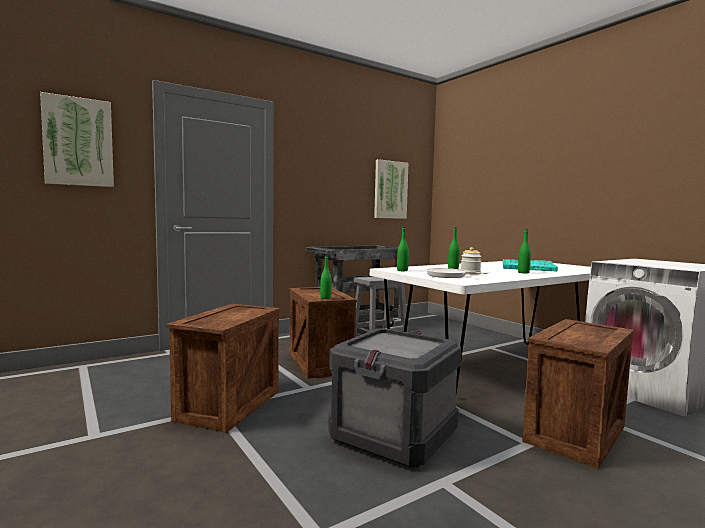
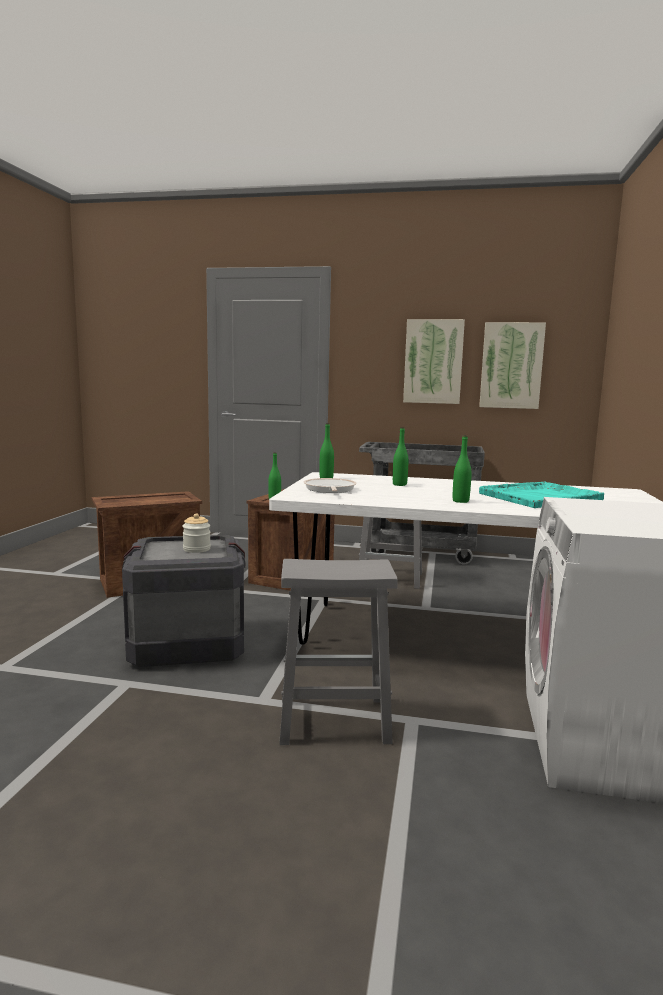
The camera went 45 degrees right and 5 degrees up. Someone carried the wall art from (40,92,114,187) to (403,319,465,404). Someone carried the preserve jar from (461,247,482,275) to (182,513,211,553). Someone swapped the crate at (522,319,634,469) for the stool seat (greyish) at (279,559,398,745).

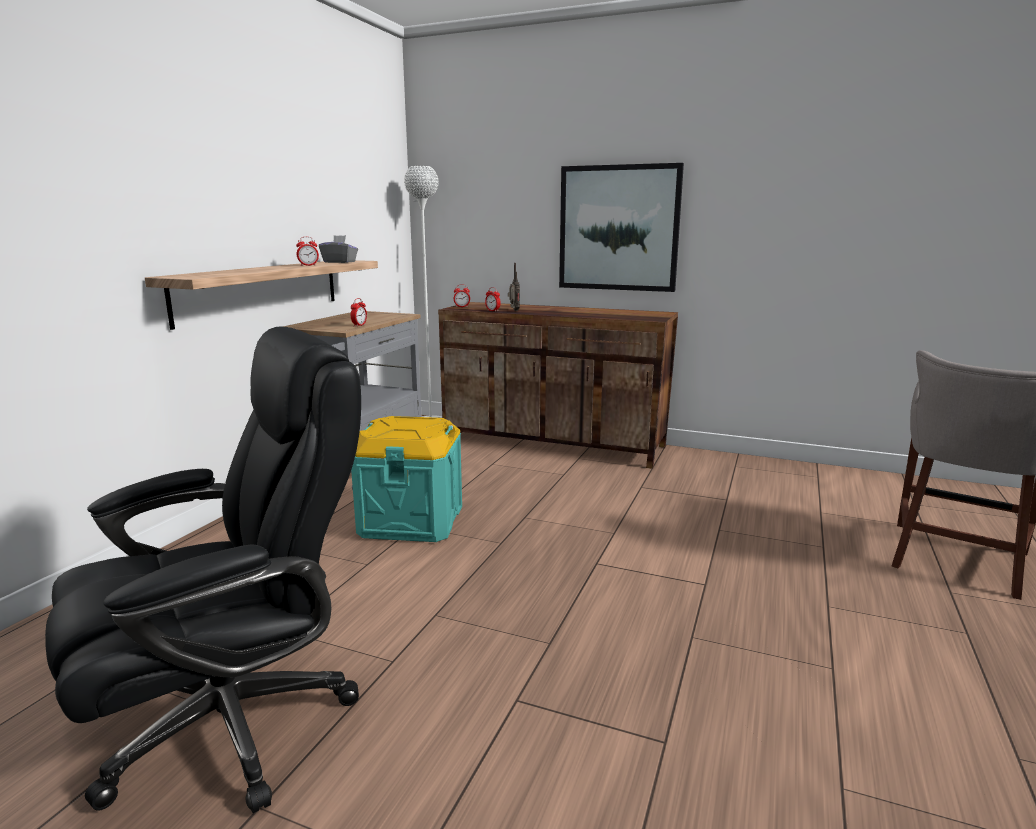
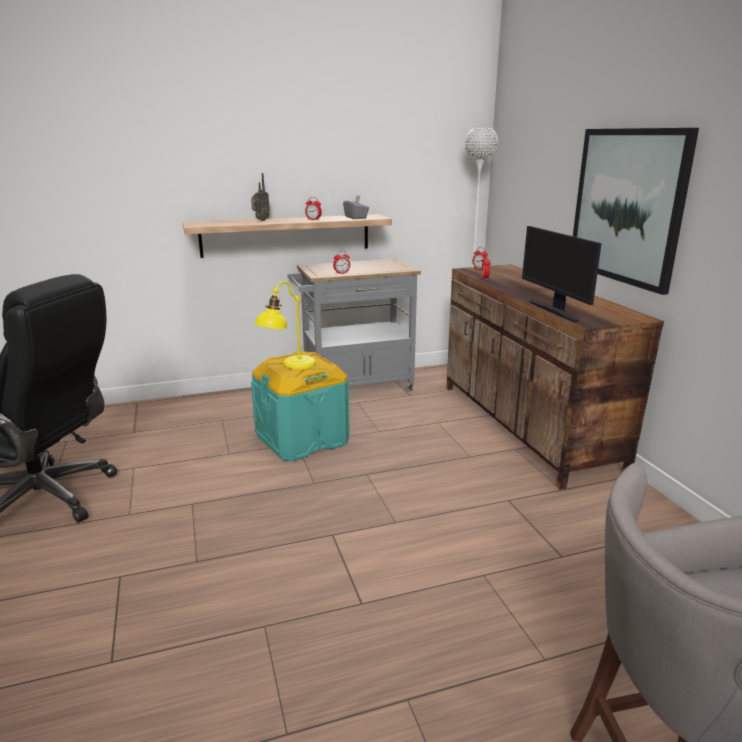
The camera went 50 degrees right and 5 degrees up. Someone put down the tabletop lamp (yellow-coloured) at (254,281,316,369). Someone put down the monitor at (522,226,602,322). Someone carried the radio from (508,263,520,311) to (251,173,270,221).

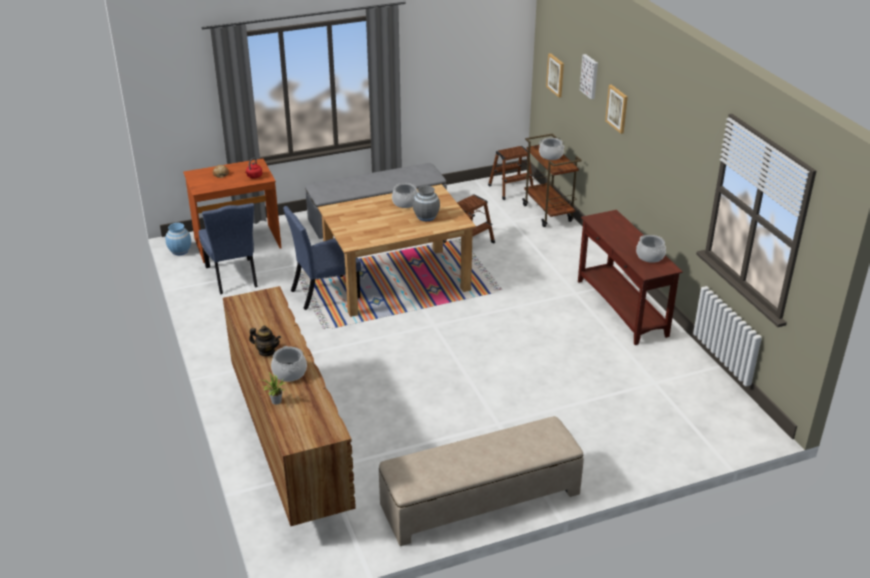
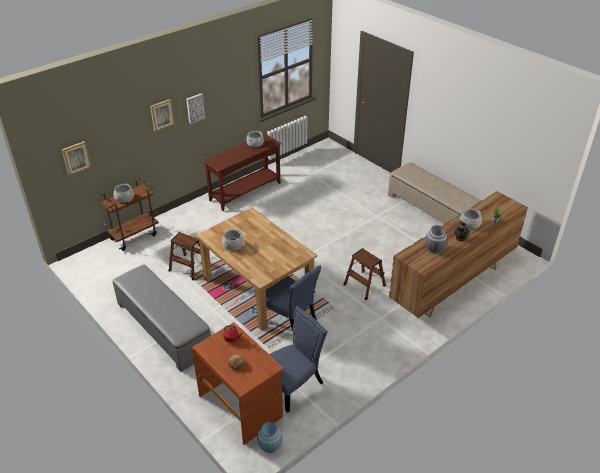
The camera went 110 degrees left and 5 degrees up. Someone carried the vase (greyish) from (413,186,440,221) to (425,225,448,254). Someone carried the step stool (brown) from (488,145,533,200) to (343,248,386,300). Someone carried the wall art from (580,54,598,100) to (186,93,205,124).

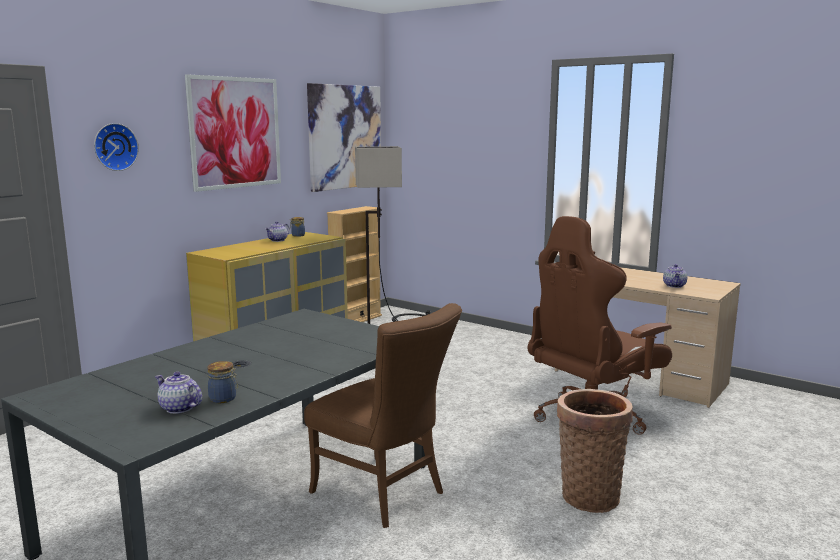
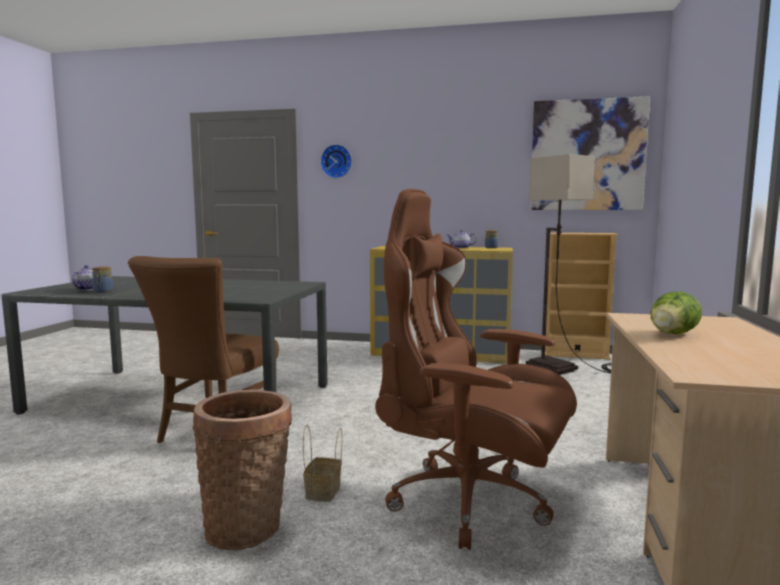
The camera went 65 degrees right and 5 degrees down. Someone took away the wall art at (185,74,281,192). Someone took away the tea pot at (663,264,687,288). Someone put down the storage basket at (303,425,342,502). Someone put down the lettuce head at (651,292,702,334).

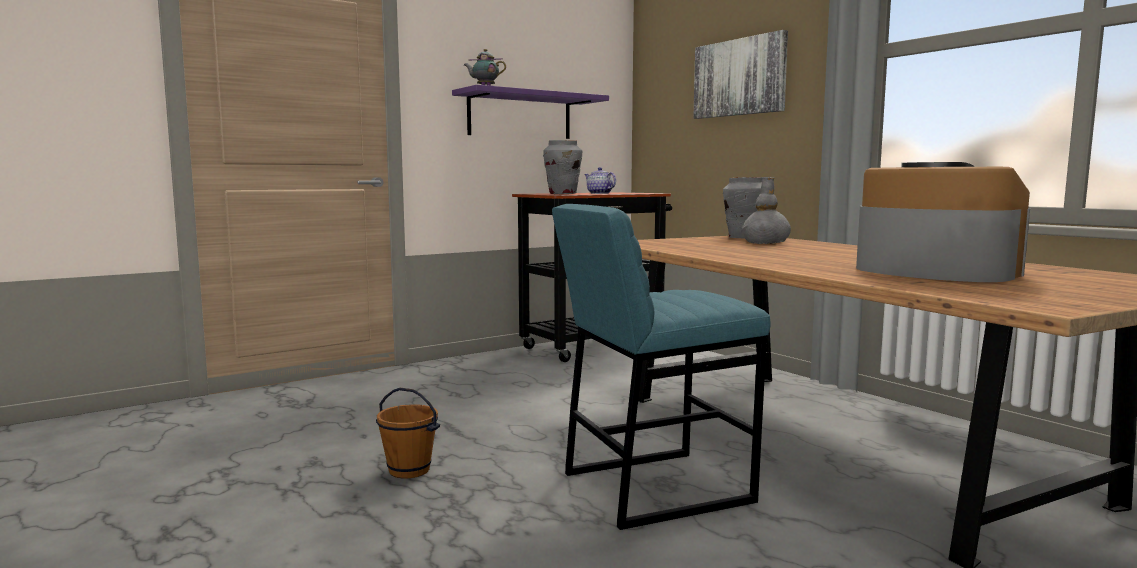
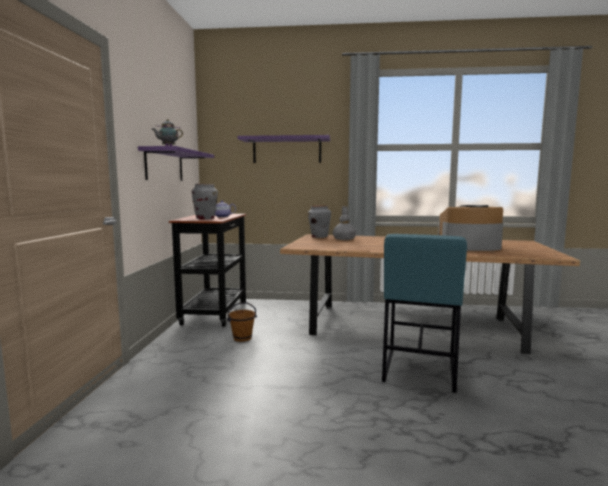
The camera went 50 degrees left and 0 degrees up. Someone carried the bucket (brown) from (376,388,440,479) to (227,302,257,342). Someone swapped the wall art at (693,30,788,119) for the shelf (purple) at (238,135,330,163).

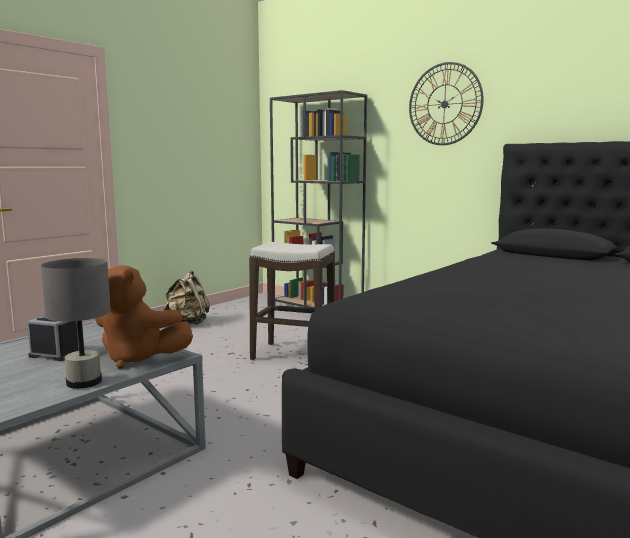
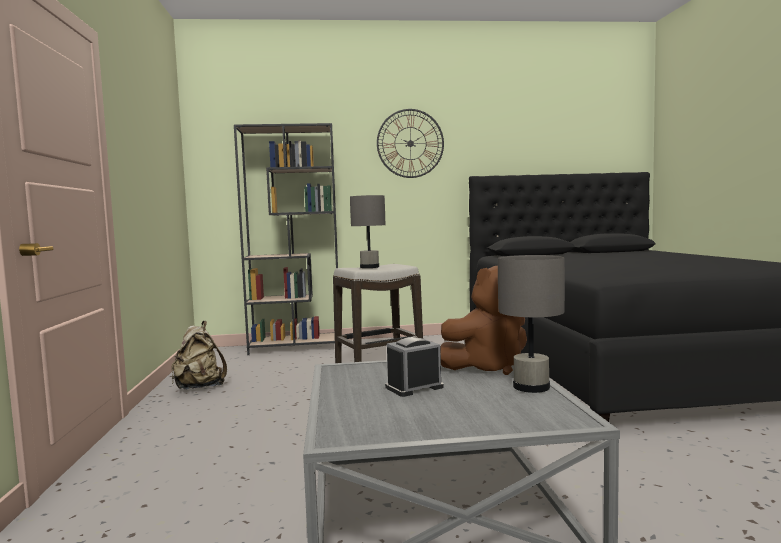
The camera went 45 degrees left and 5 degrees down. Someone put down the tabletop lamp (greyish) at (350,195,385,268).

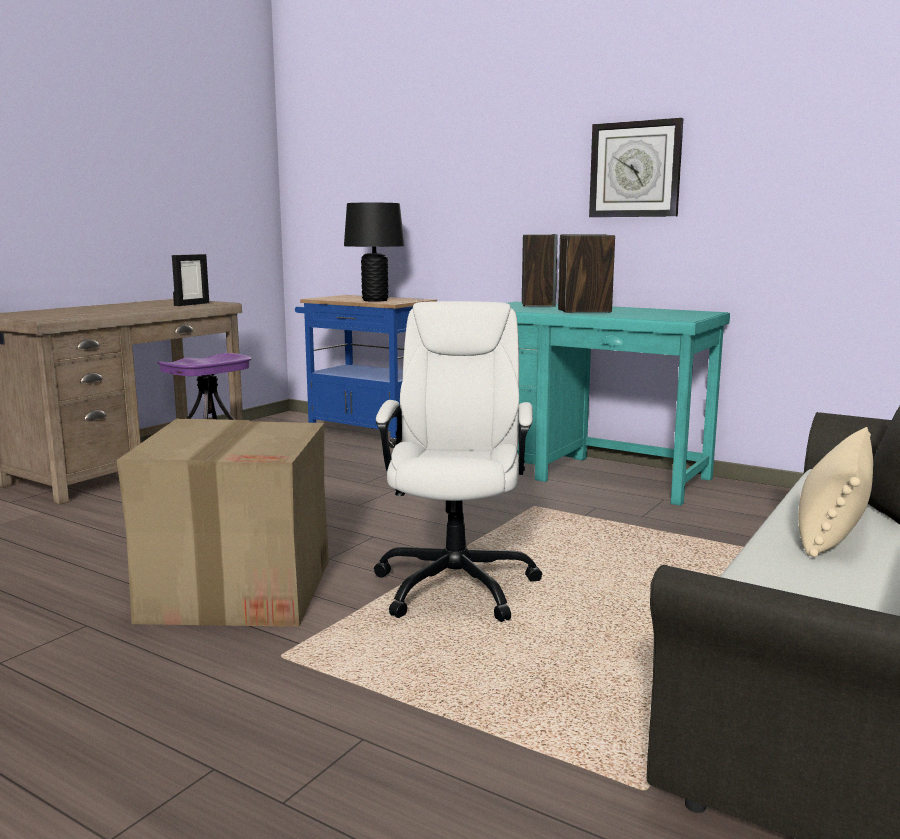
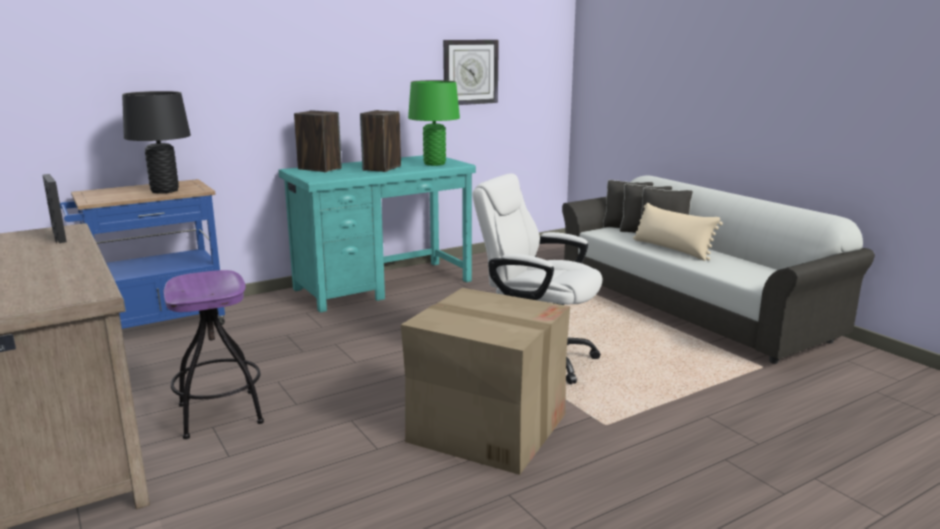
The camera went 65 degrees left and 5 degrees up. Someone put down the tabletop lamp (green-coloured) at (408,80,460,166). Someone carried the clock on the wall from (589,118,683,217) to (443,40,499,105).

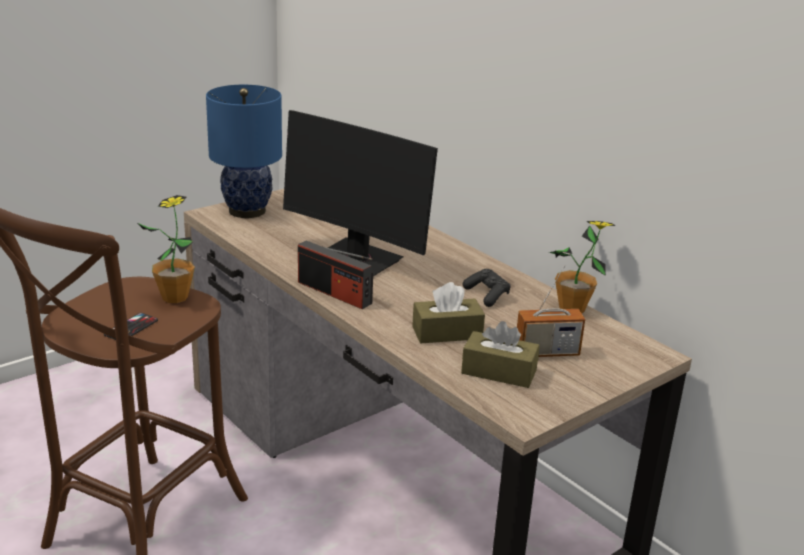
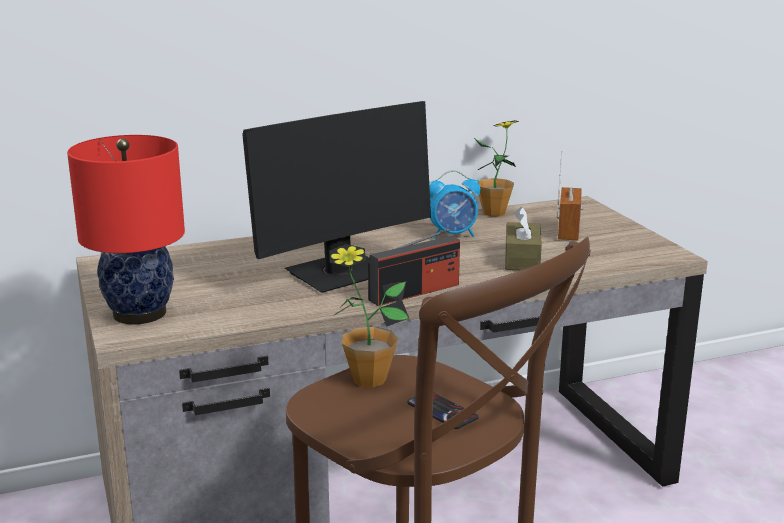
The camera went 70 degrees left and 5 degrees down. Someone took away the tissue box (brown) at (461,321,540,388). Someone swapped the gamepad (blackish) at (463,268,511,307) for the bedside clock at (429,170,481,239). Someone repainted the tabletop lamp (blue) at (206,85,282,218), which became the tabletop lamp (red-coloured) at (67,135,185,324).

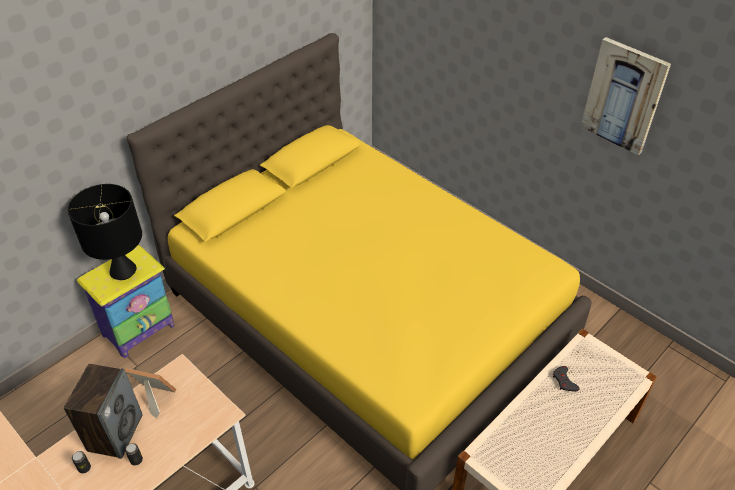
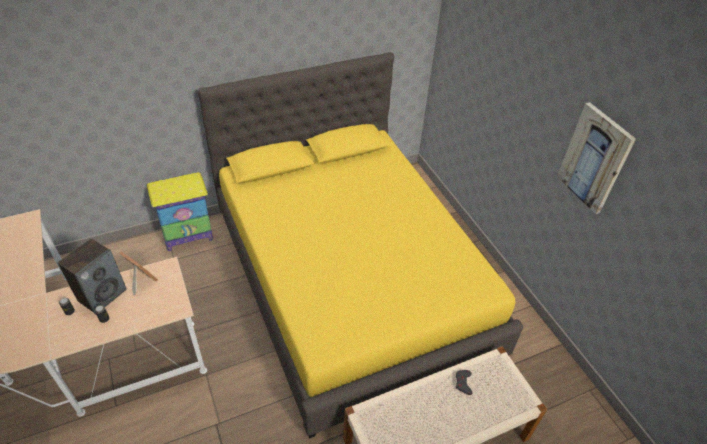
The camera went 20 degrees right and 0 degrees up. Someone took away the tabletop lamp (blackish) at (68,184,142,280).

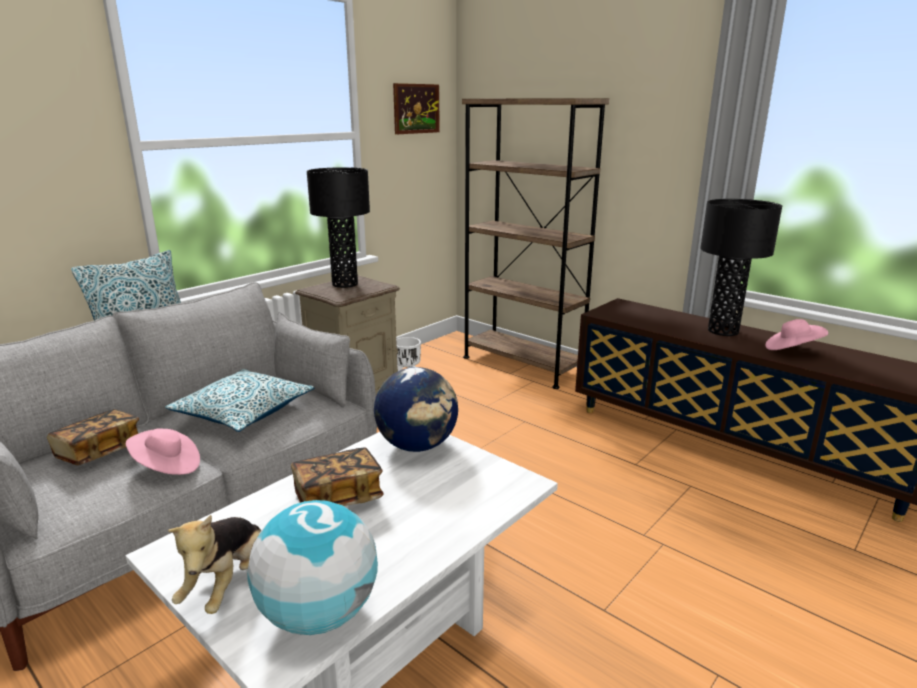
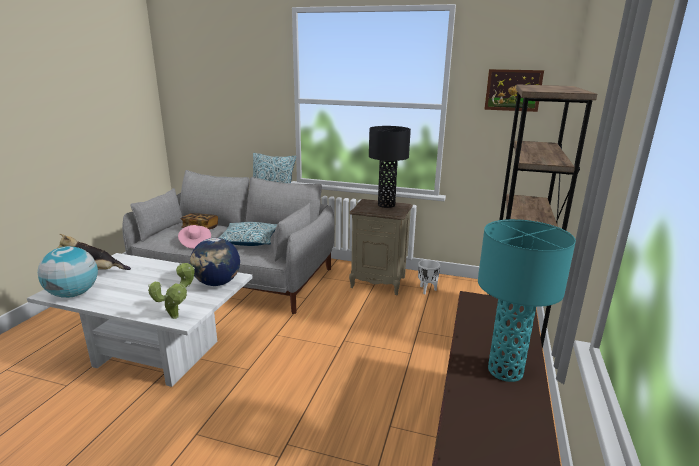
The camera went 65 degrees right and 0 degrees up. Someone took away the book at (291,447,384,506). Someone took away the clothing hat (pink) at (766,319,828,350). Someone put down the houseplant at (148,262,195,319). Someone repainted the tabletop lamp (blackish) at (700,199,782,336), which became the tabletop lamp (turquoise-coloured) at (478,219,576,382).

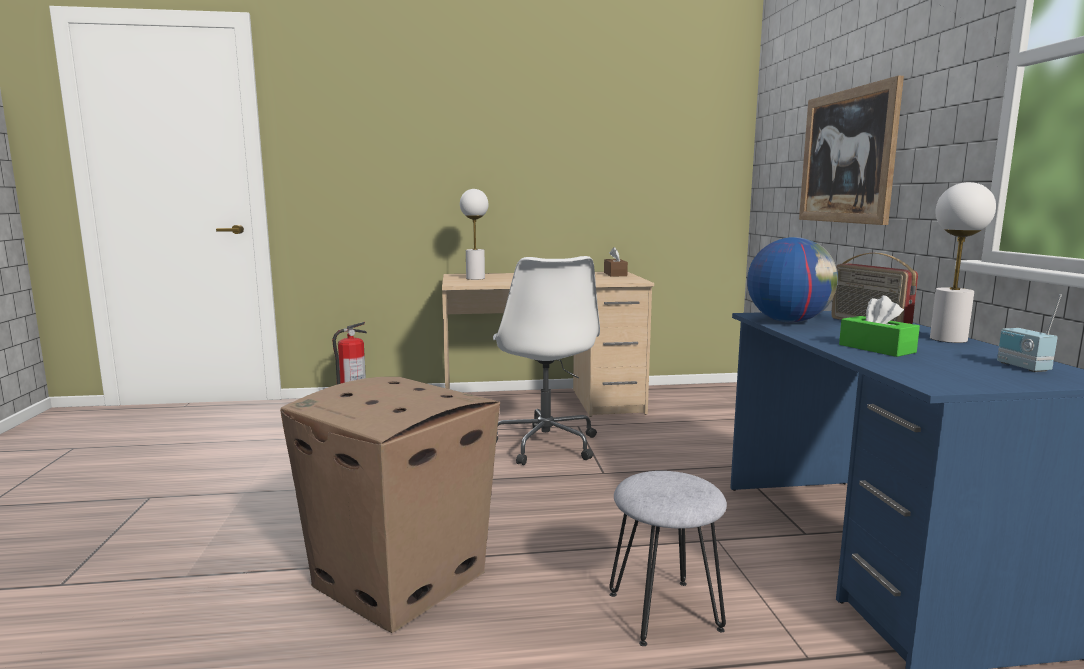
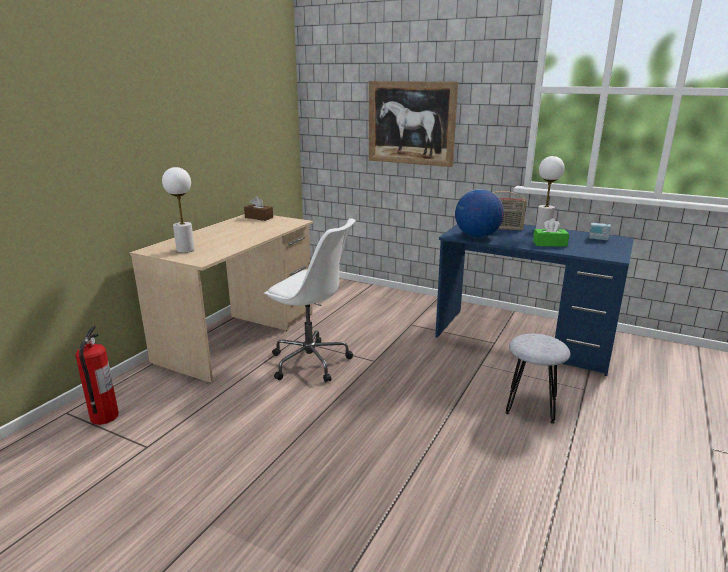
The camera went 55 degrees left and 10 degrees up. Someone took away the cardboard box at (280,377,500,633).

